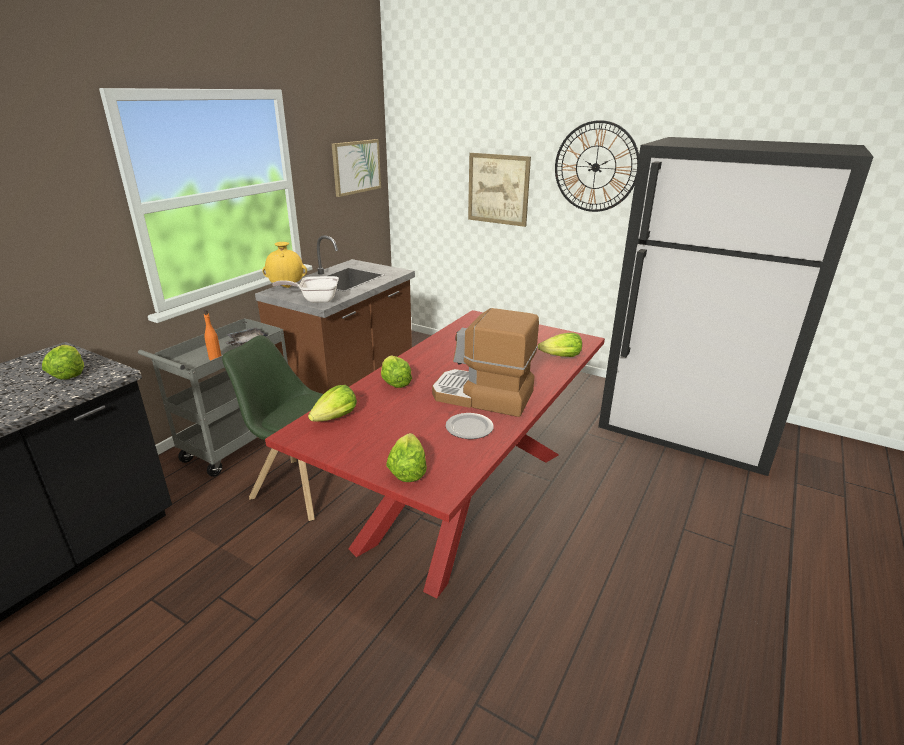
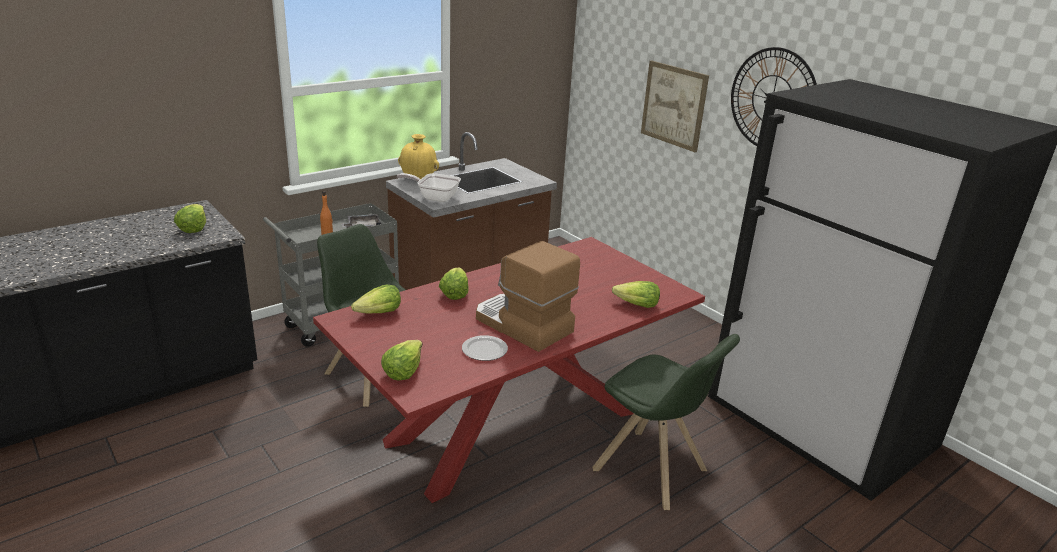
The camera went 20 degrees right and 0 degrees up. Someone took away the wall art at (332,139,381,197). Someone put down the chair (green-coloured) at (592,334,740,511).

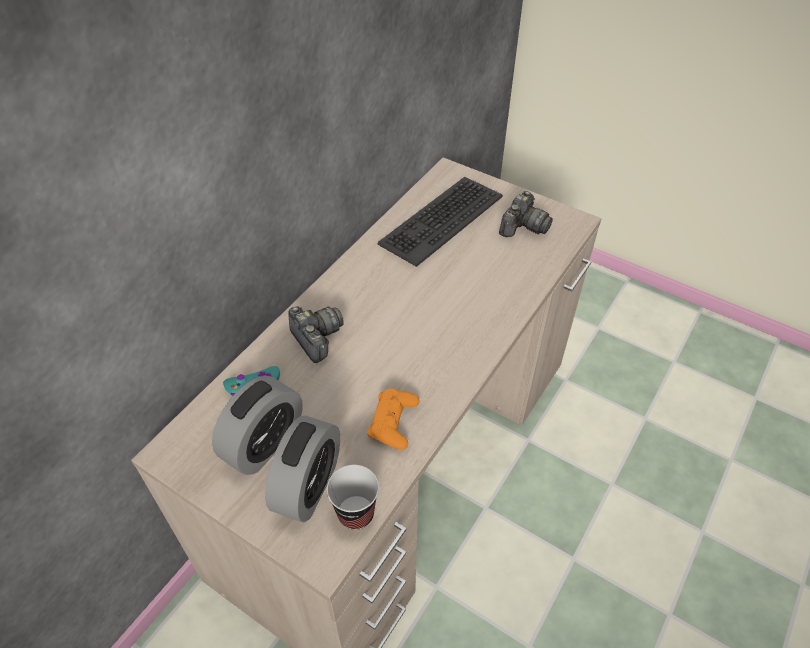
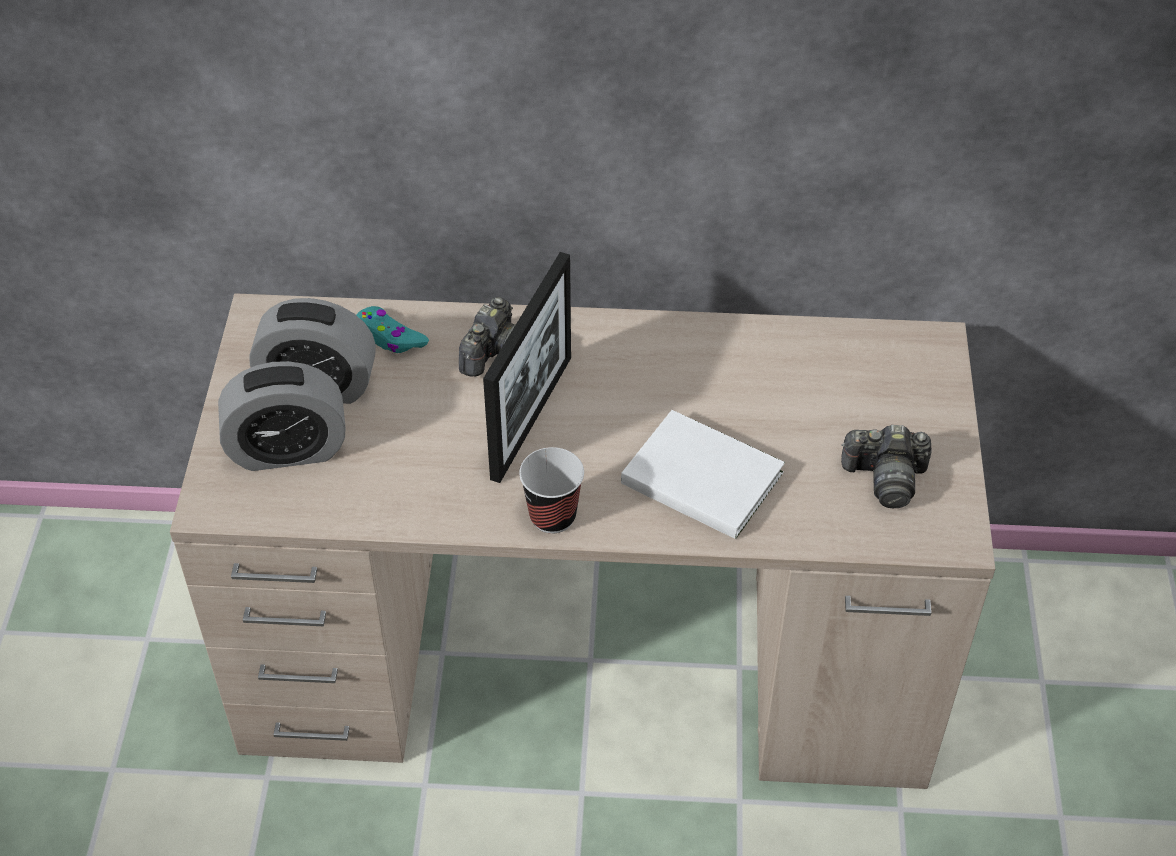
The camera went 60 degrees right and 0 degrees up. Someone took away the gamepad (orange-coloured) at (367,388,420,450). Someone took away the computer keyboard at (378,177,503,267). Someone put down the photo frame at (483,252,571,483). Someone put down the book (white-coloured) at (621,410,785,539). Someone carried the drinking cup from (327,465,379,530) to (519,447,584,534).

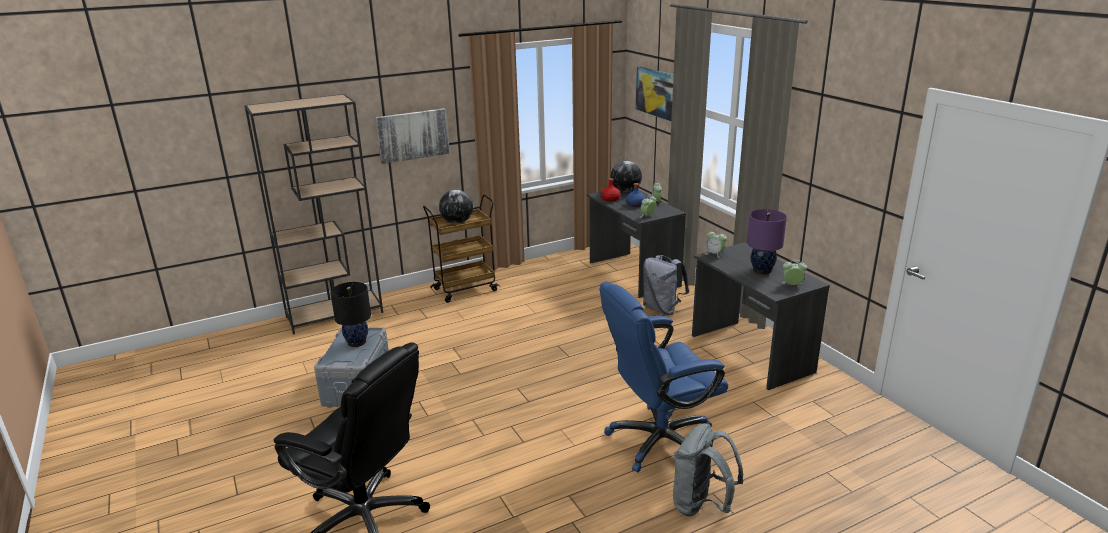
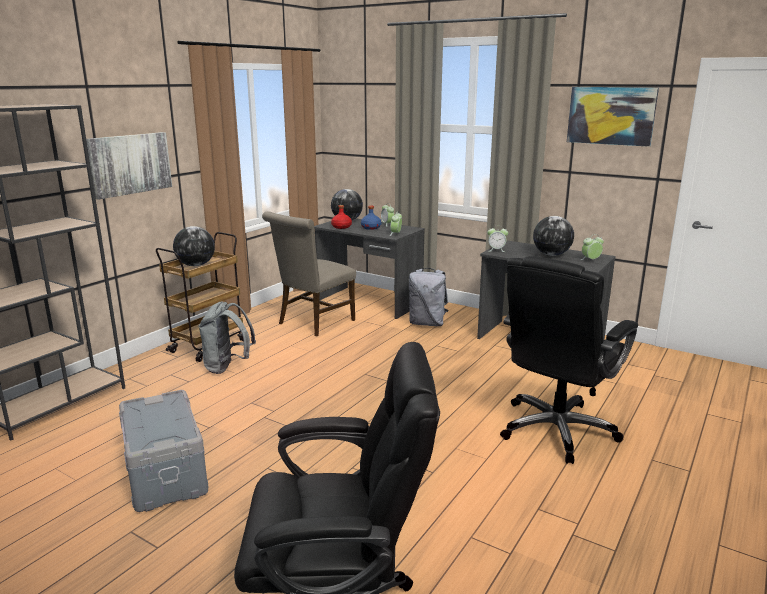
The camera went 30 degrees left and 5 degrees down. Someone took away the tabletop lamp (blackish) at (330,282,371,347). Someone put down the chair (beige) at (262,212,356,336). Someone carried the wall art from (636,66,673,121) to (567,87,659,147). Someone carried the rucksack (greyish) from (673,423,744,516) to (198,302,256,374). Someone swapped the tabletop lamp (purple) at (747,209,787,274) for the globe at (533,216,574,256). Someone repainted the desk chair (blue) at (599,282,728,473), which became the desk chair (blackish) at (500,256,638,464).

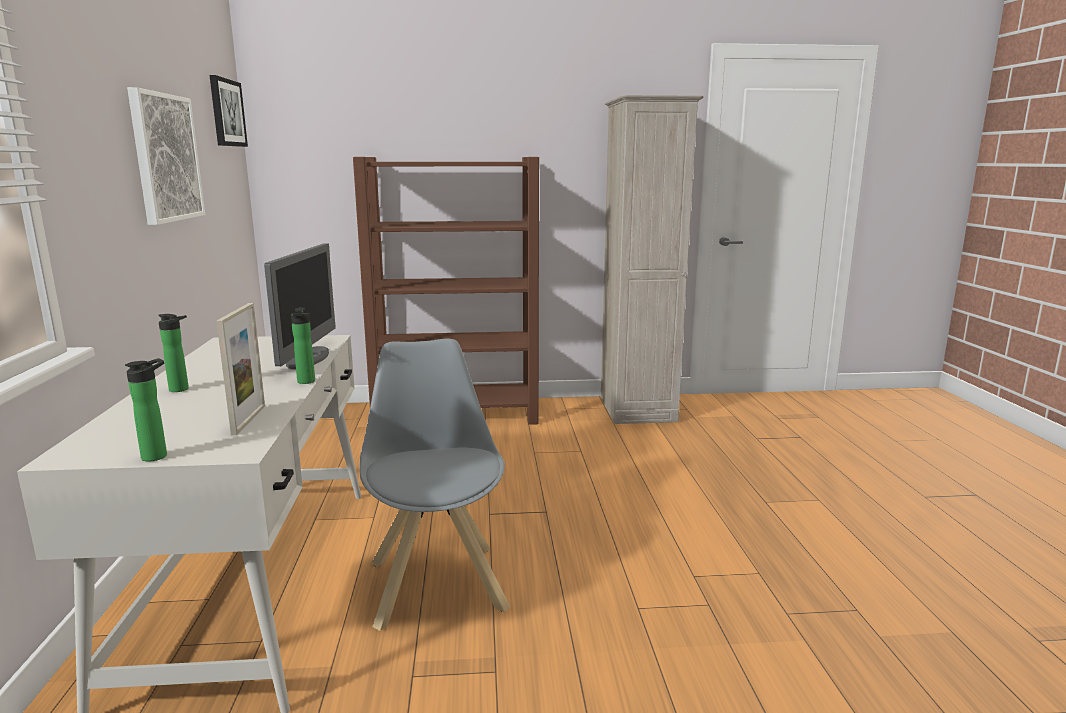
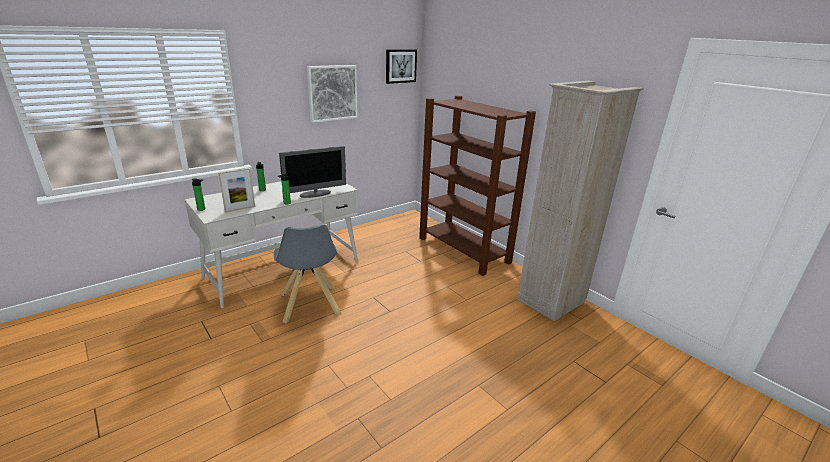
The camera went 55 degrees right and 10 degrees up. Someone rotated the chair (greyish) at (359,338,510,631) by 120 degrees clockwise.

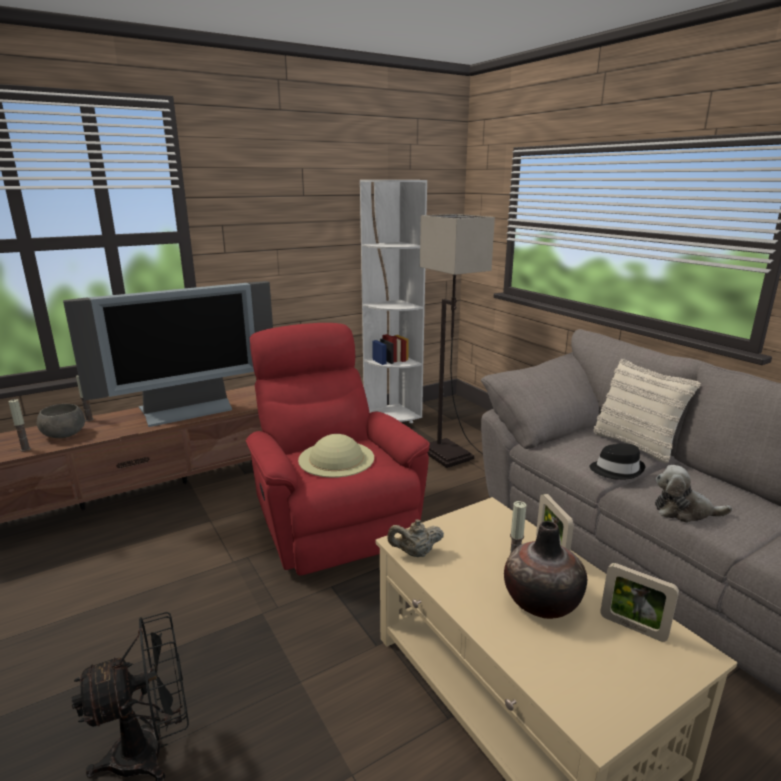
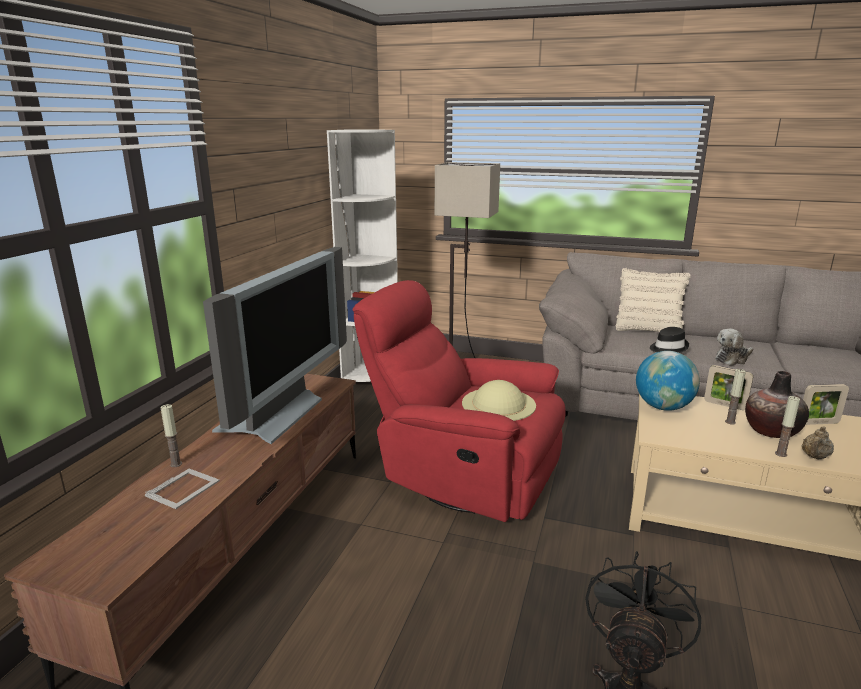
The camera went 40 degrees left and 0 degrees up. Someone put down the globe at (636,351,700,411). Someone carried the wax light from (8,399,31,452) to (775,396,800,457). Someone carried the tea pot (beige) from (387,520,444,557) to (802,426,834,459). Someone swapped the bowl (greyish) at (37,404,85,438) for the photo frame at (145,469,220,509).

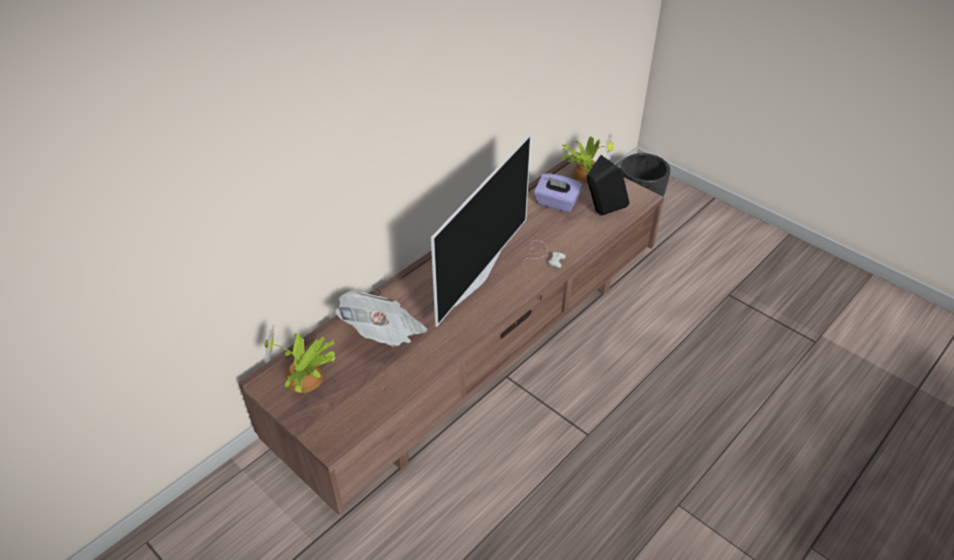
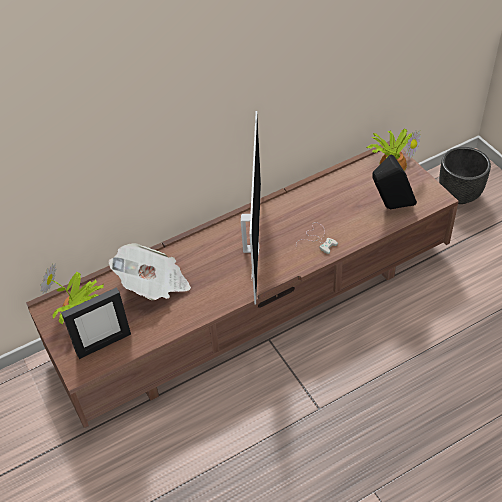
The camera went 20 degrees right and 5 degrees up. Someone took away the tissue box (purple) at (534,173,583,212). Someone put down the photo frame at (61,287,131,359). Someone rotated the TV at (431,133,531,327) by 45 degrees counterclockwise.

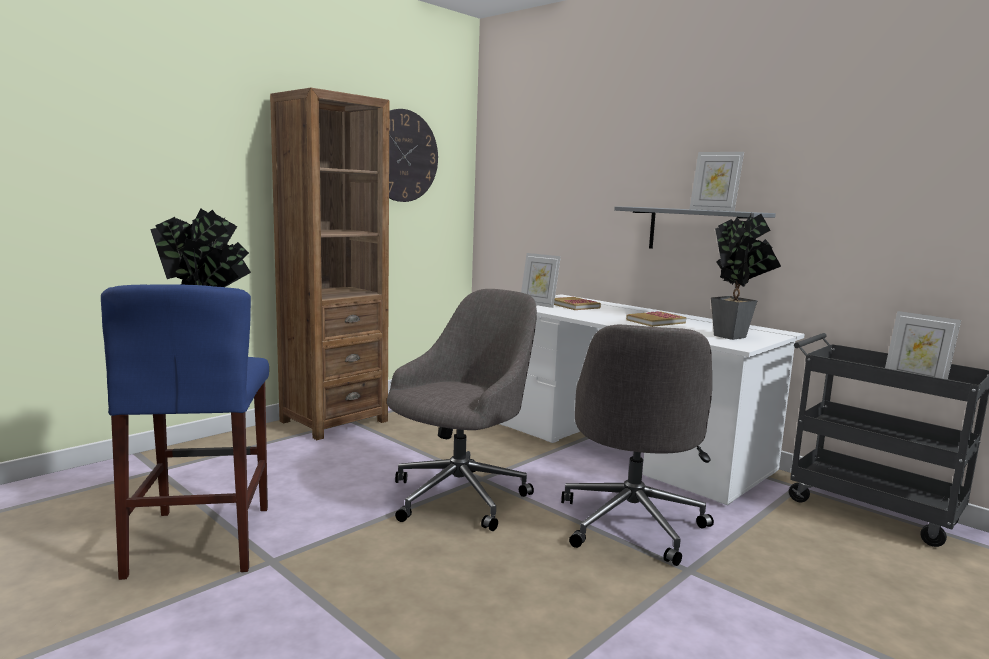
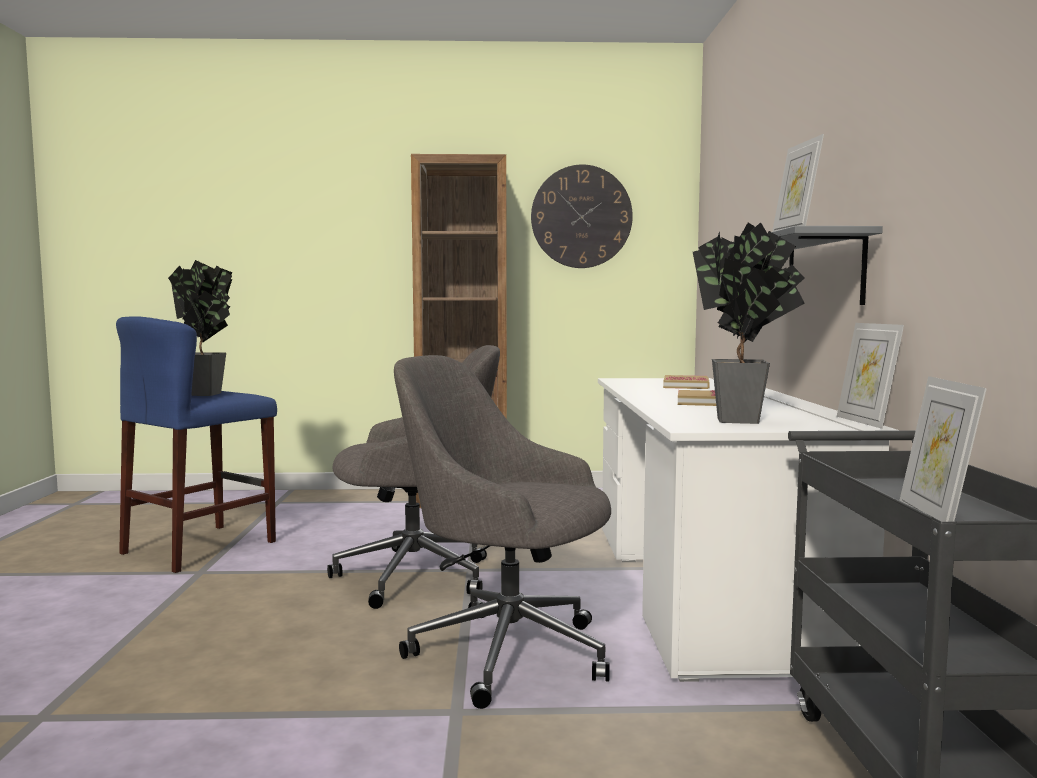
The camera went 45 degrees right and 5 degrees down. Someone carried the photo frame from (521,253,561,308) to (837,323,904,429). Someone rotated the desk chair (greyish) at (561,325,714,566) by 60 degrees clockwise.

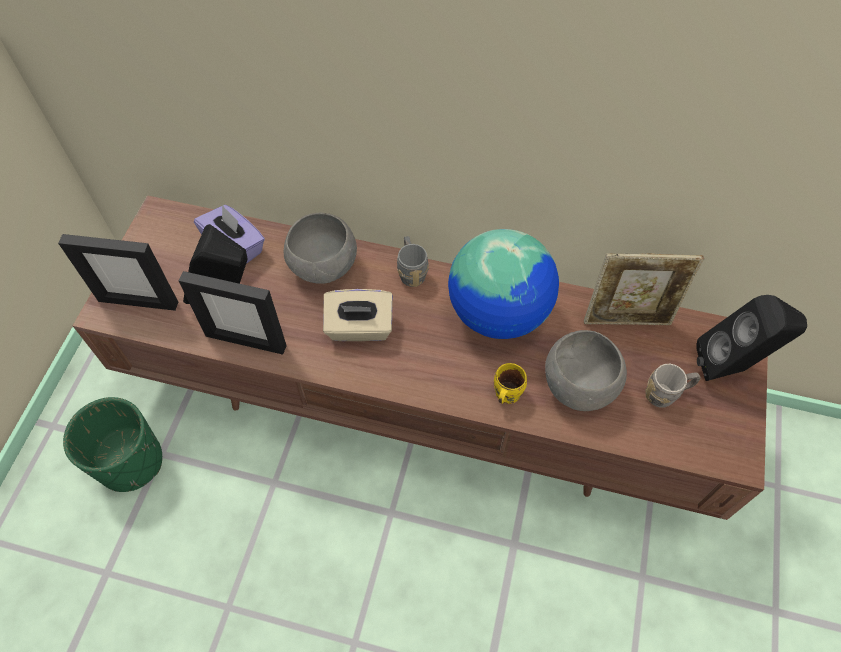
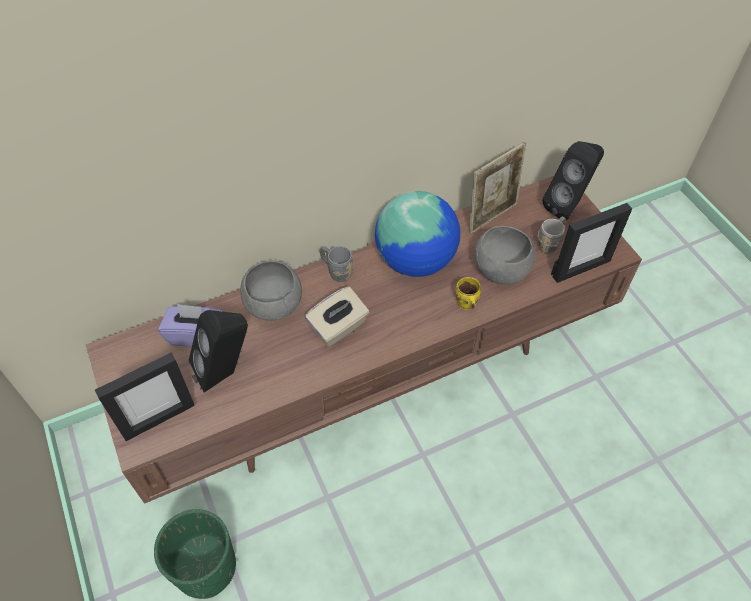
The camera went 40 degrees left and 5 degrees down. Someone carried the photo frame from (178,271,287,355) to (551,203,632,283).

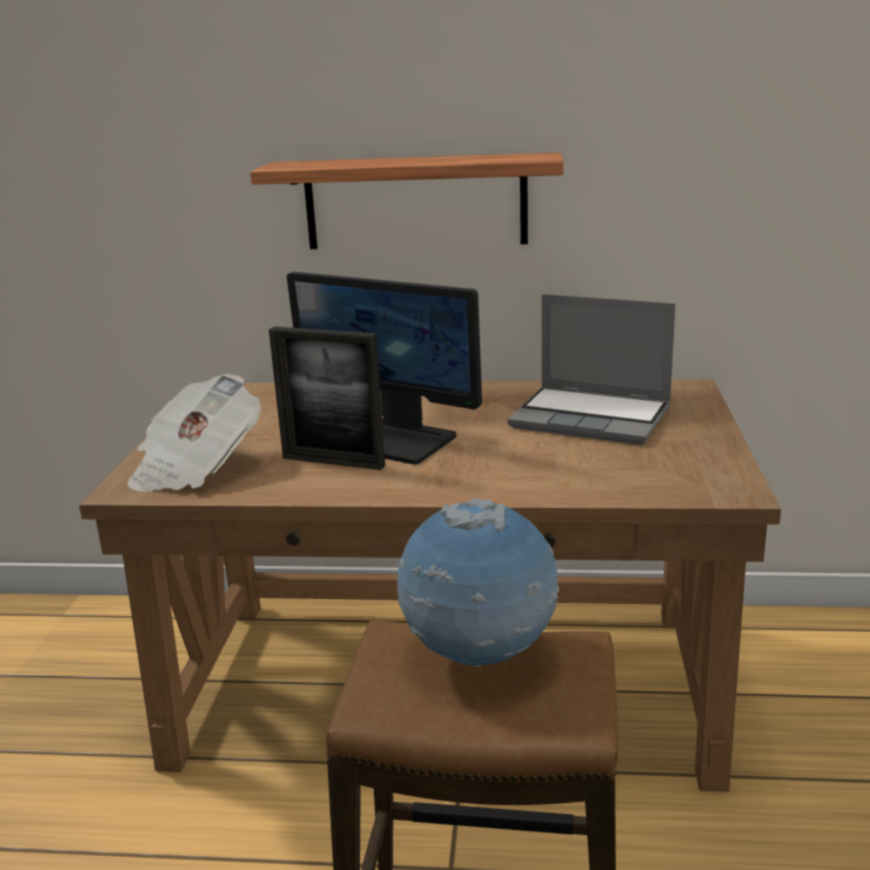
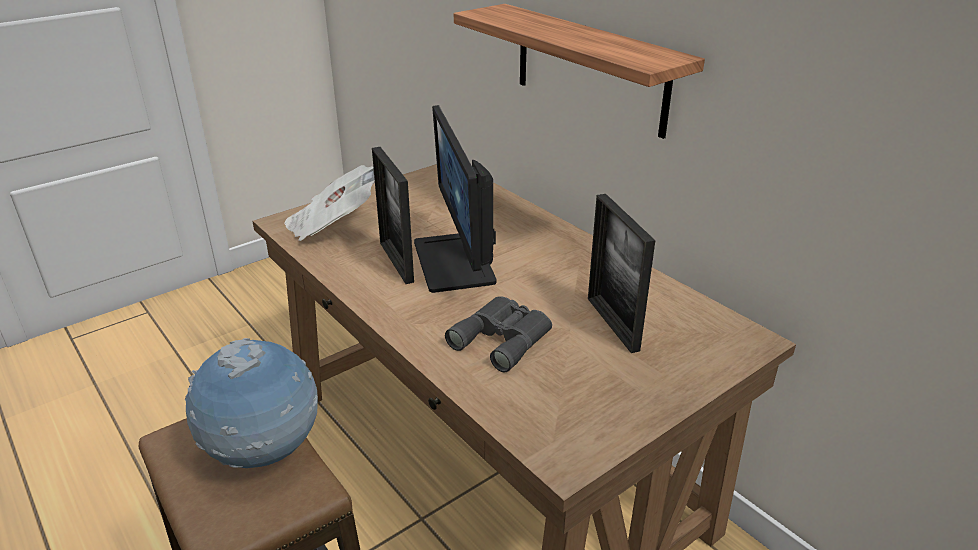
The camera went 45 degrees right and 10 degrees up. Someone put down the pair of binoculars (greyish) at (445,296,552,372). Someone swapped the notebook computer at (508,294,676,445) for the photo frame at (588,194,655,353).

